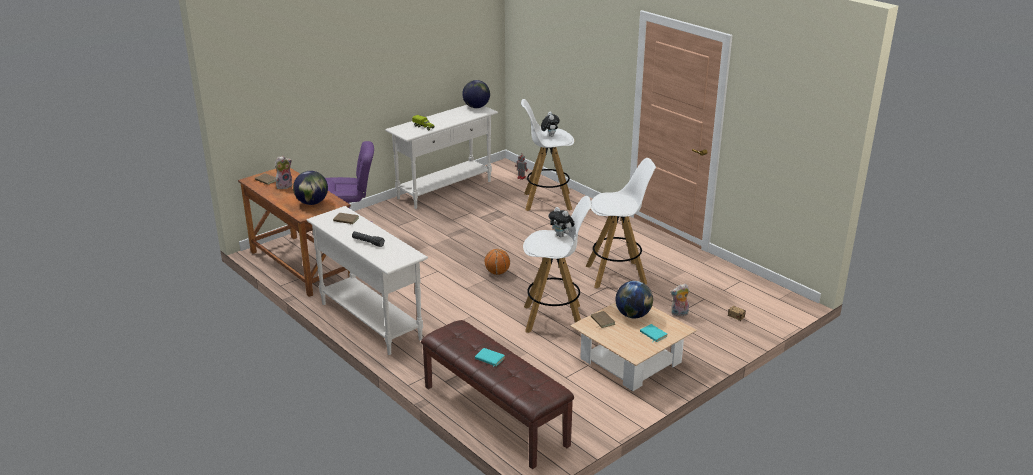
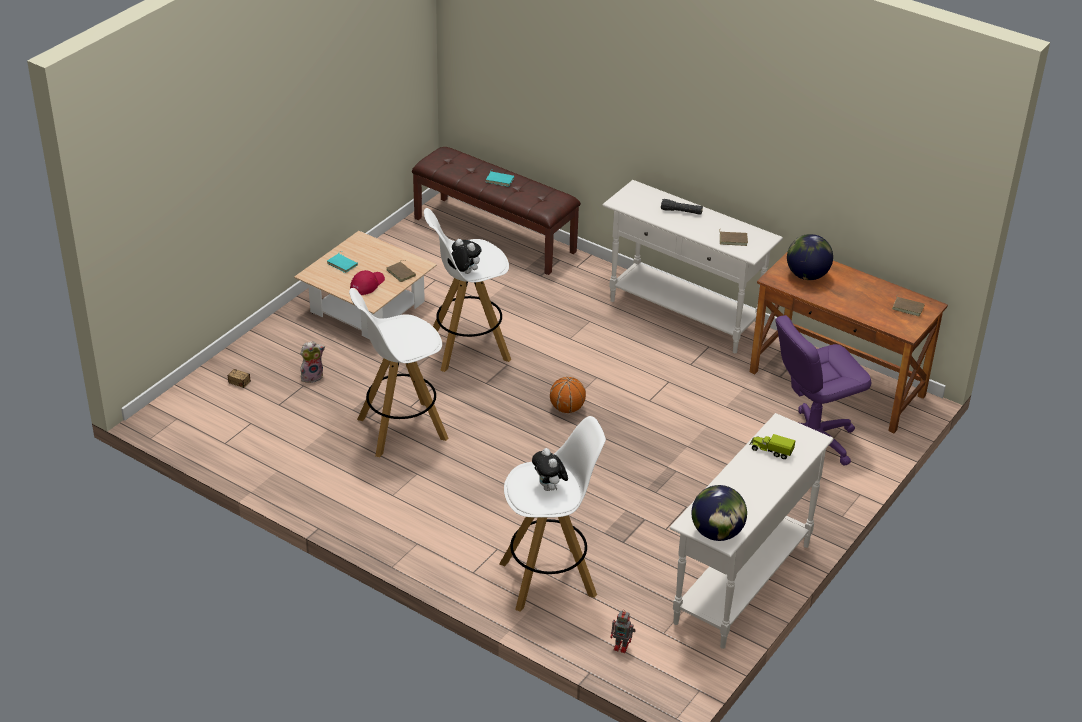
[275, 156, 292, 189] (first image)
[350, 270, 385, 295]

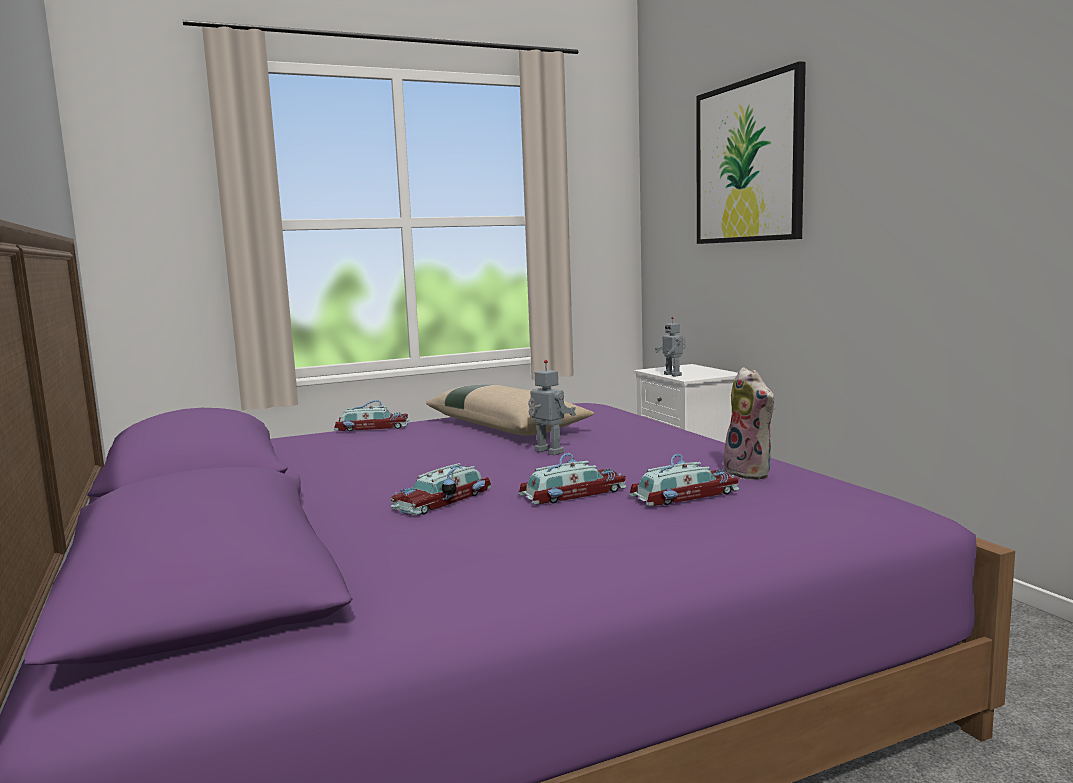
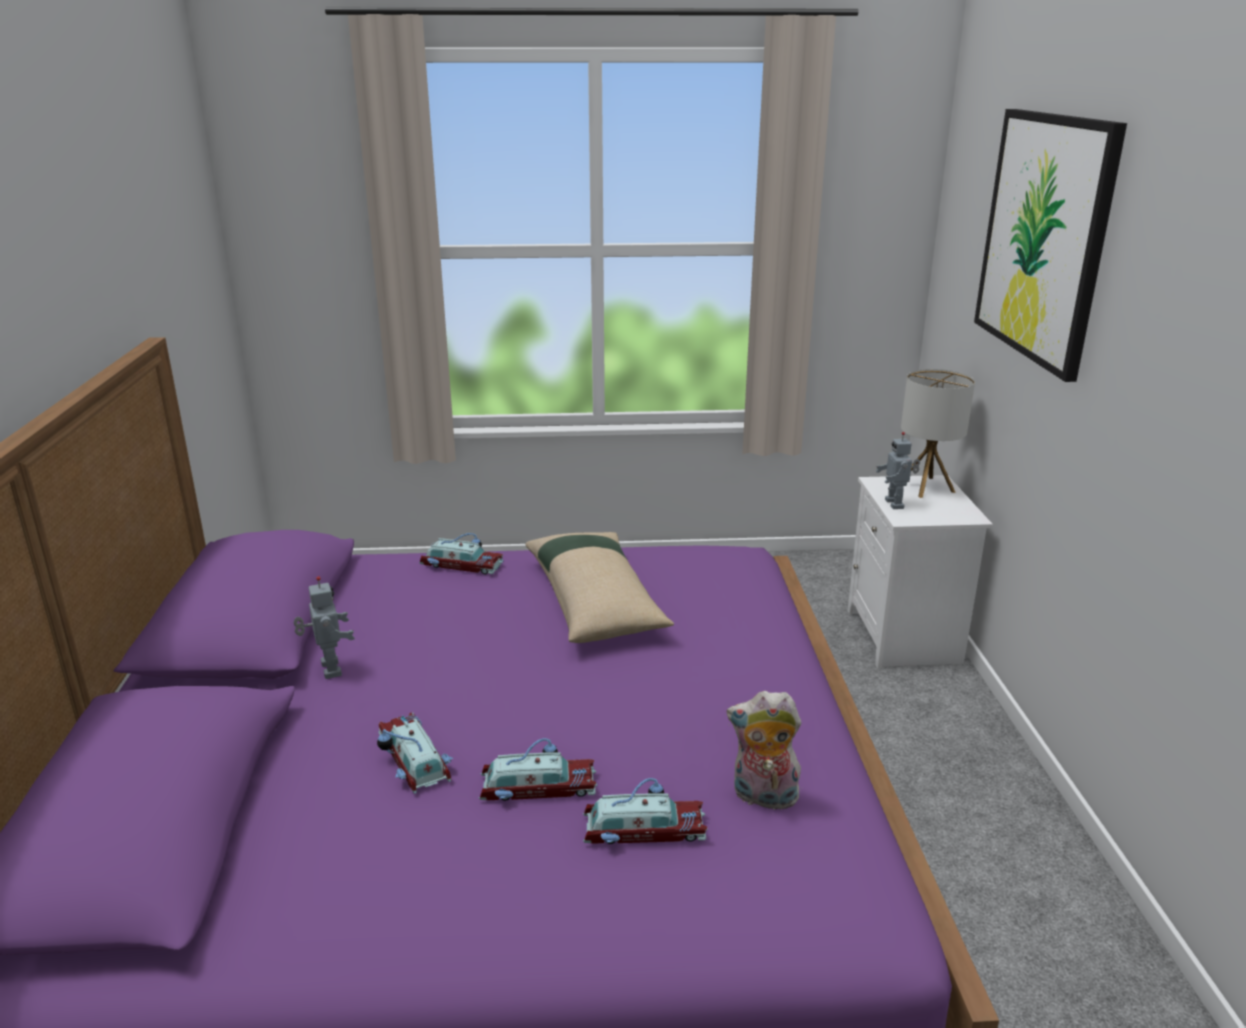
[377, 712, 453, 794]
[294, 576, 355, 679]
[727, 691, 804, 810]
[901, 369, 975, 498]

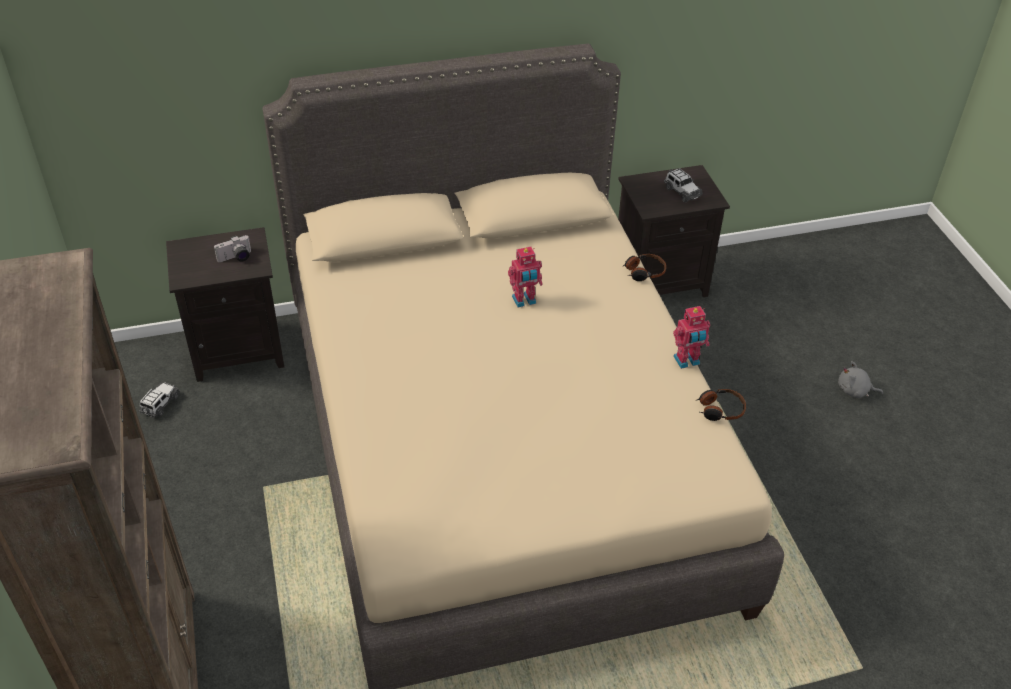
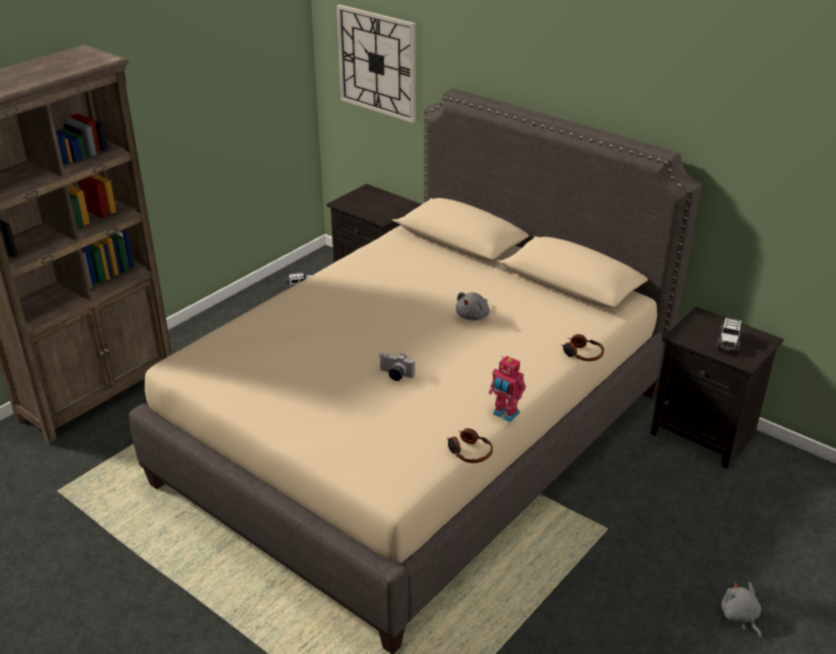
[380, 352, 415, 381]
[456, 292, 490, 320]
[337, 4, 416, 123]

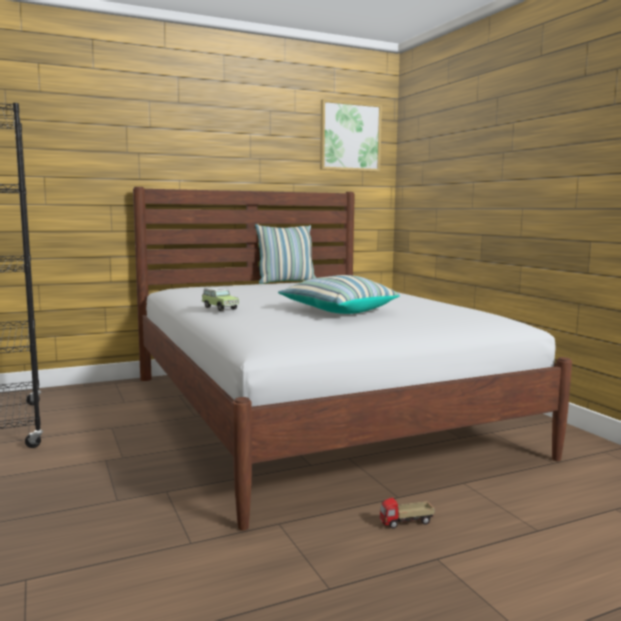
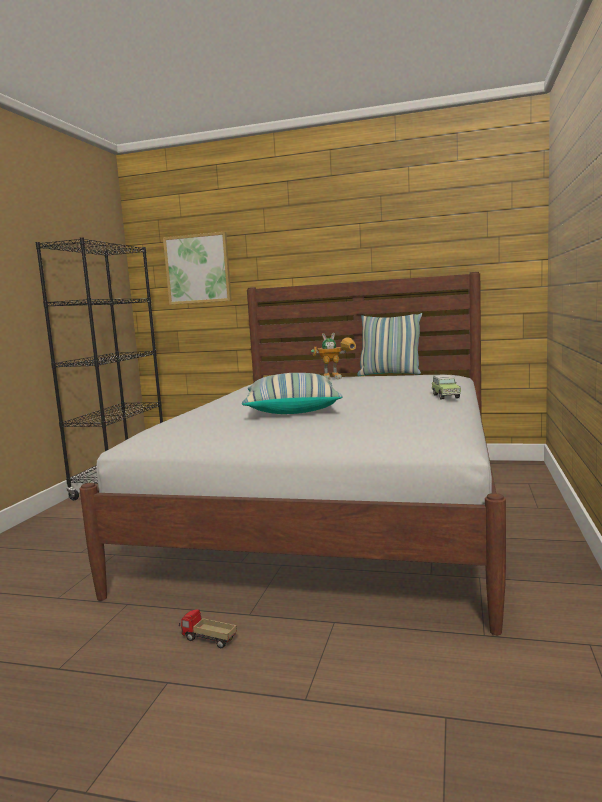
[432, 375, 461, 399]
[163, 232, 232, 305]
[311, 333, 356, 380]

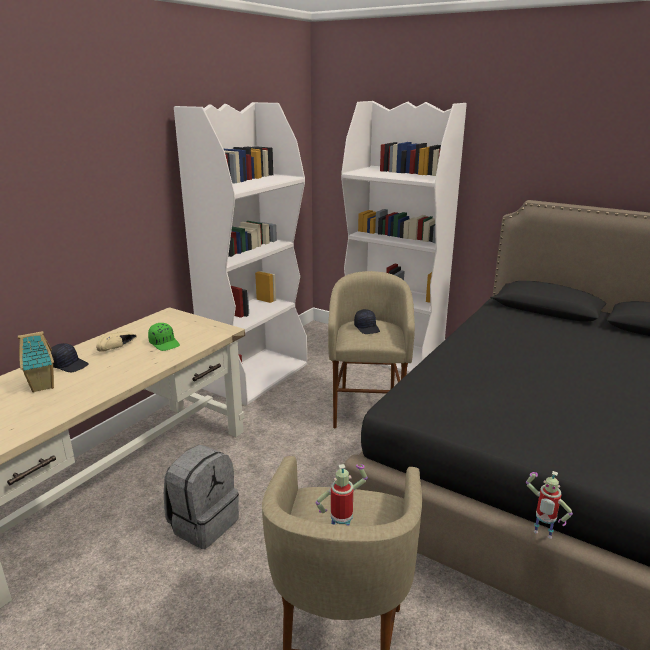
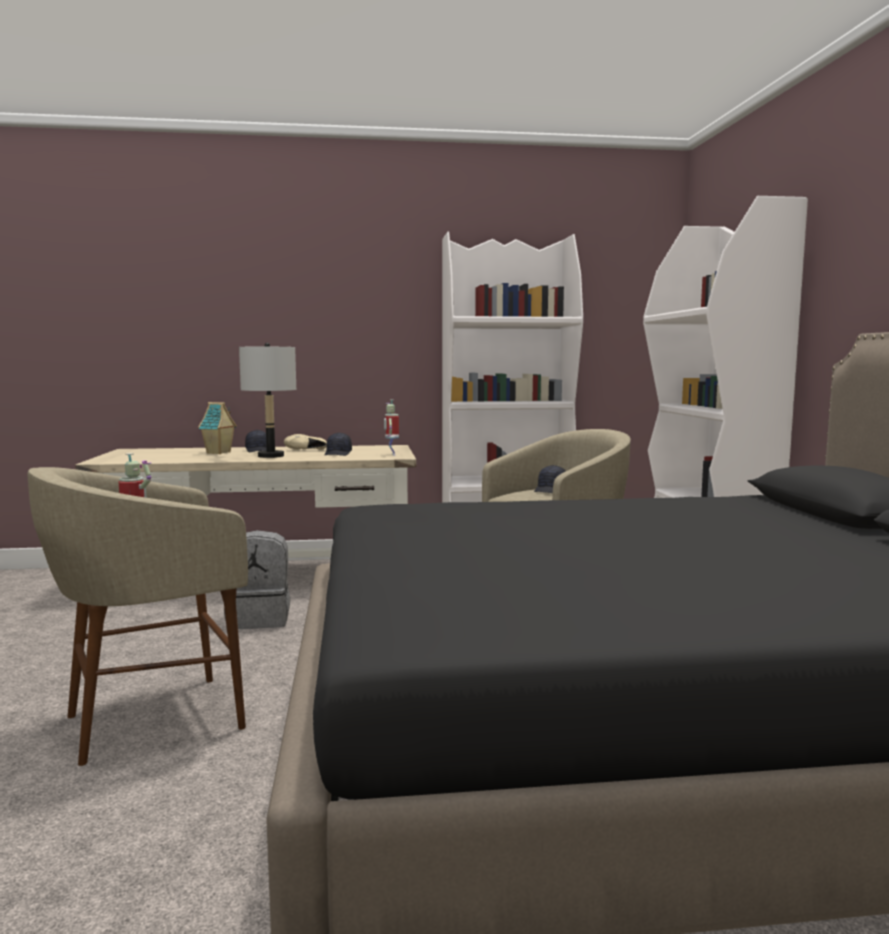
[325, 432, 352, 456]
[384, 399, 399, 456]
[239, 343, 296, 458]

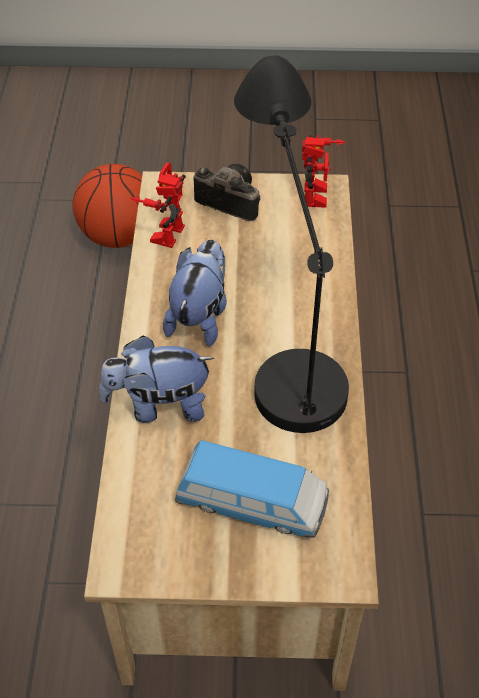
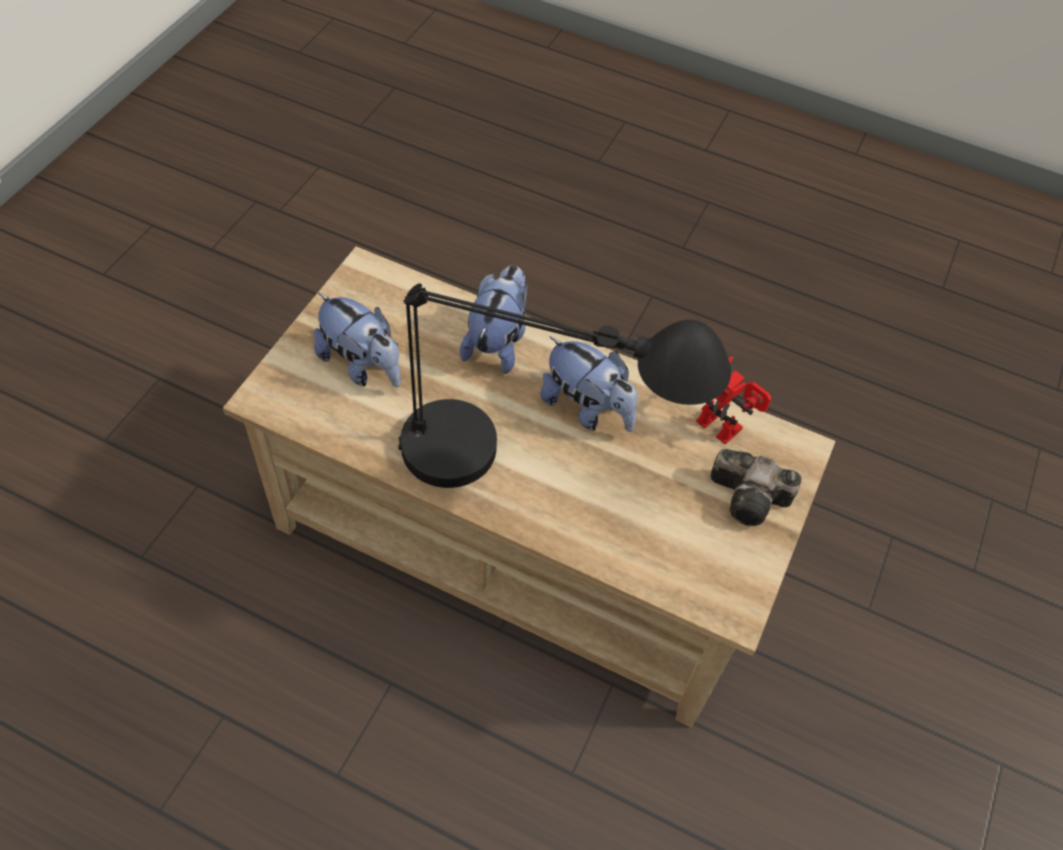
[73, 164, 142, 248] (first image)
[314, 292, 401, 387]
[711, 449, 802, 526]
[302, 135, 346, 208] (first image)

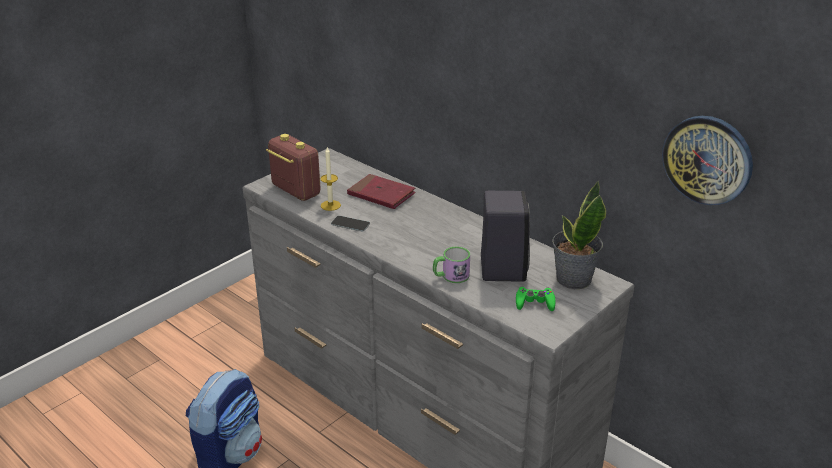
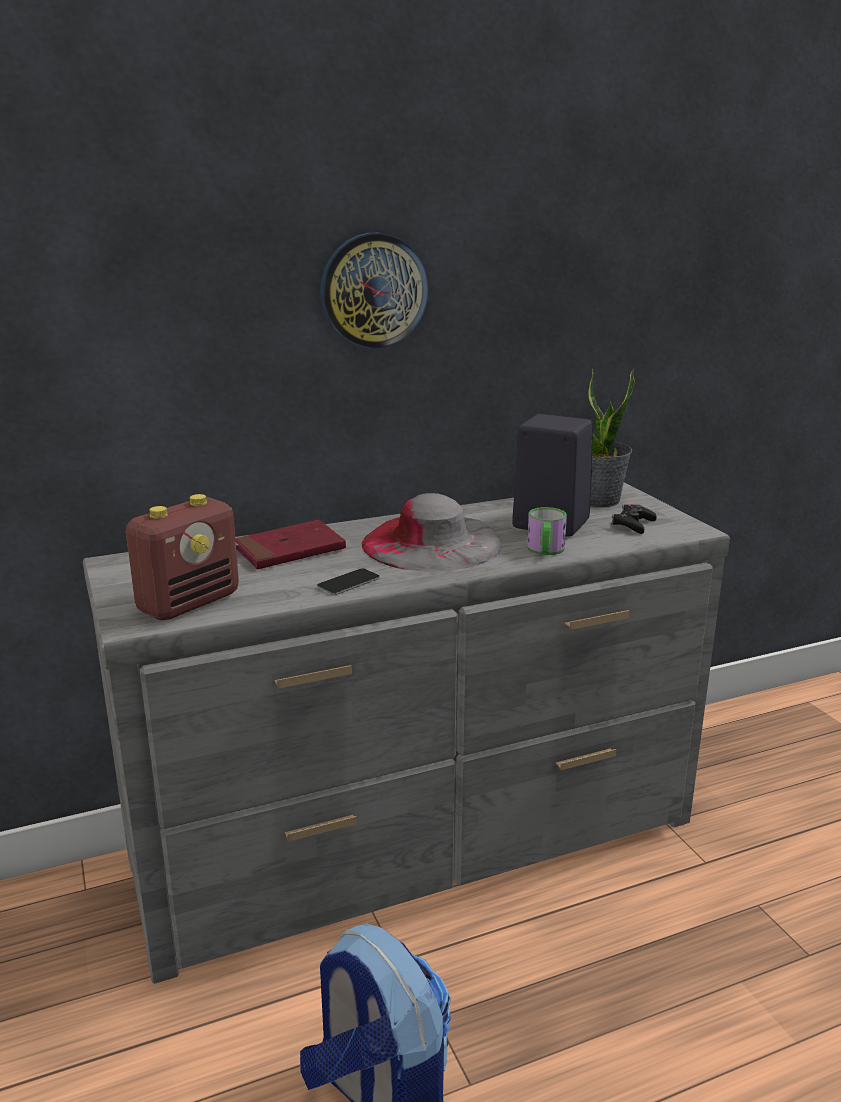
[126, 494, 239, 620]
[320, 147, 341, 211] (first image)
[611, 504, 657, 534]
[320, 233, 429, 349]
[361, 493, 502, 571]

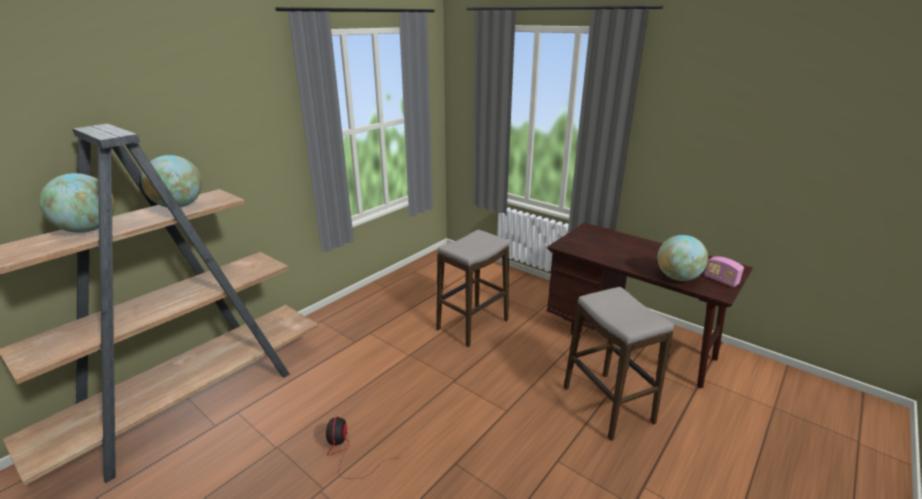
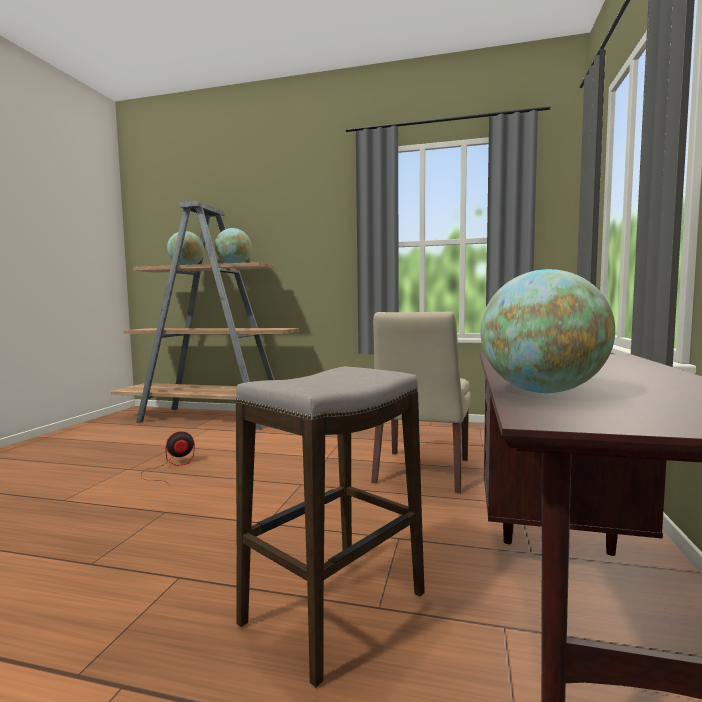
[371, 312, 471, 493]
[704, 256, 744, 287] (first image)

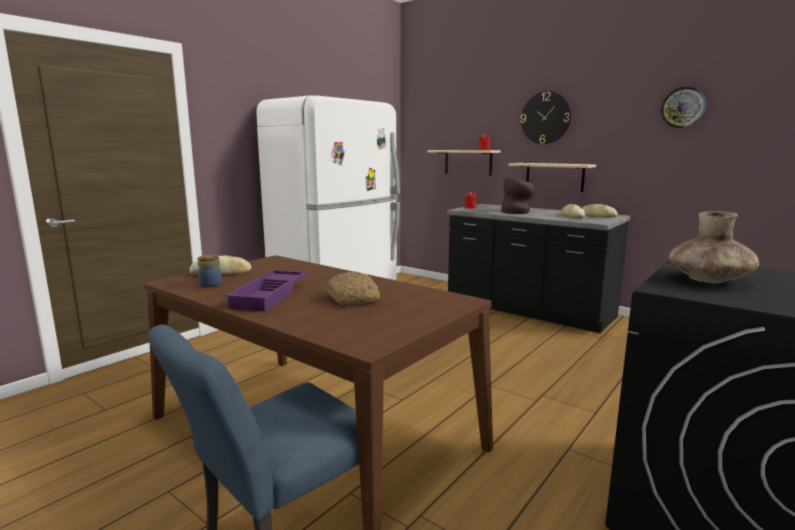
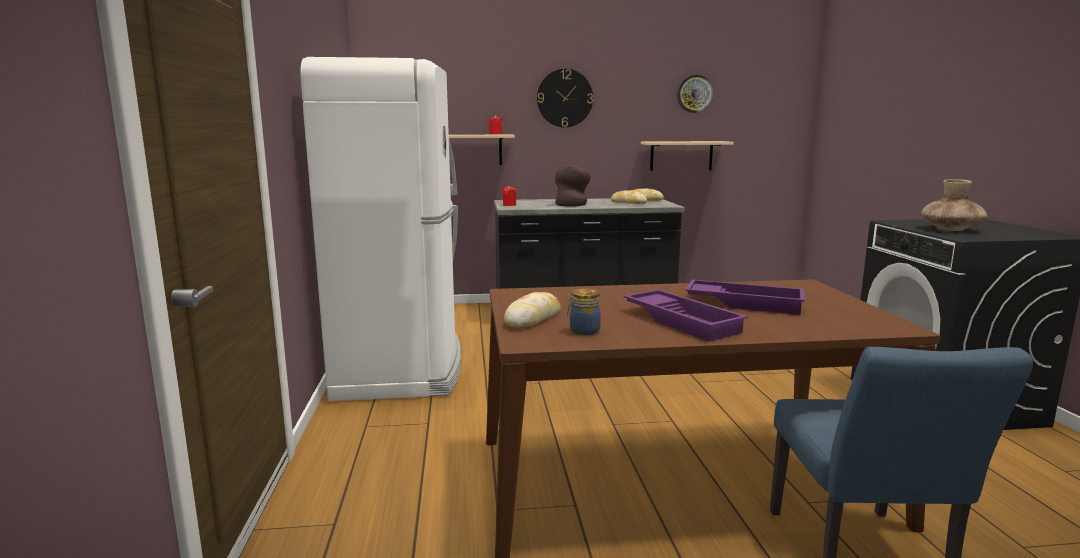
[685, 279, 805, 315]
[641, 141, 734, 171]

